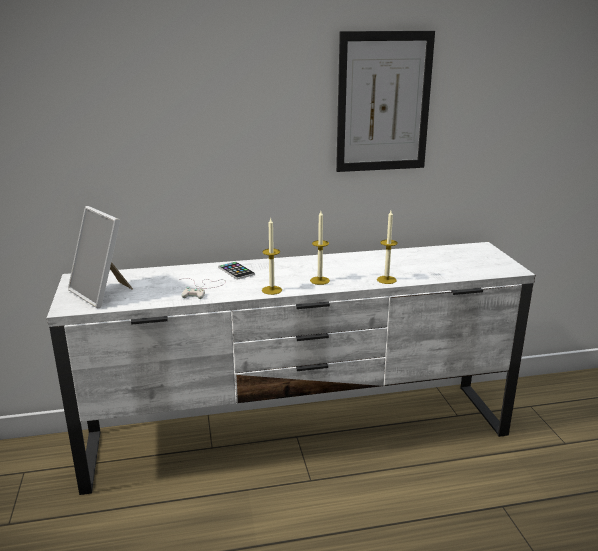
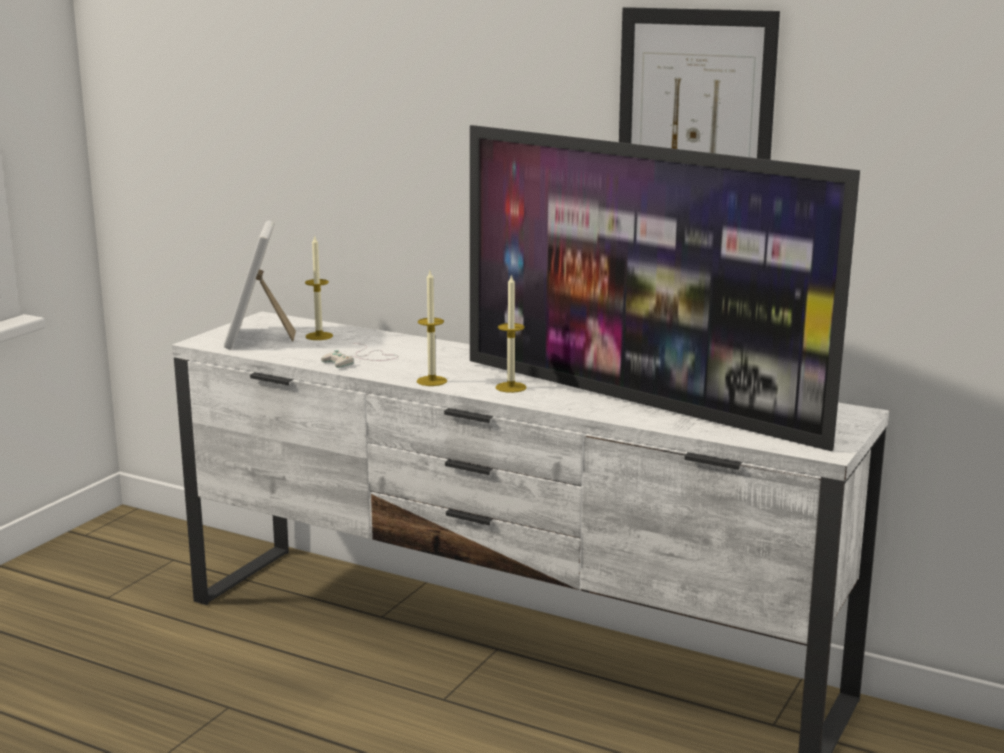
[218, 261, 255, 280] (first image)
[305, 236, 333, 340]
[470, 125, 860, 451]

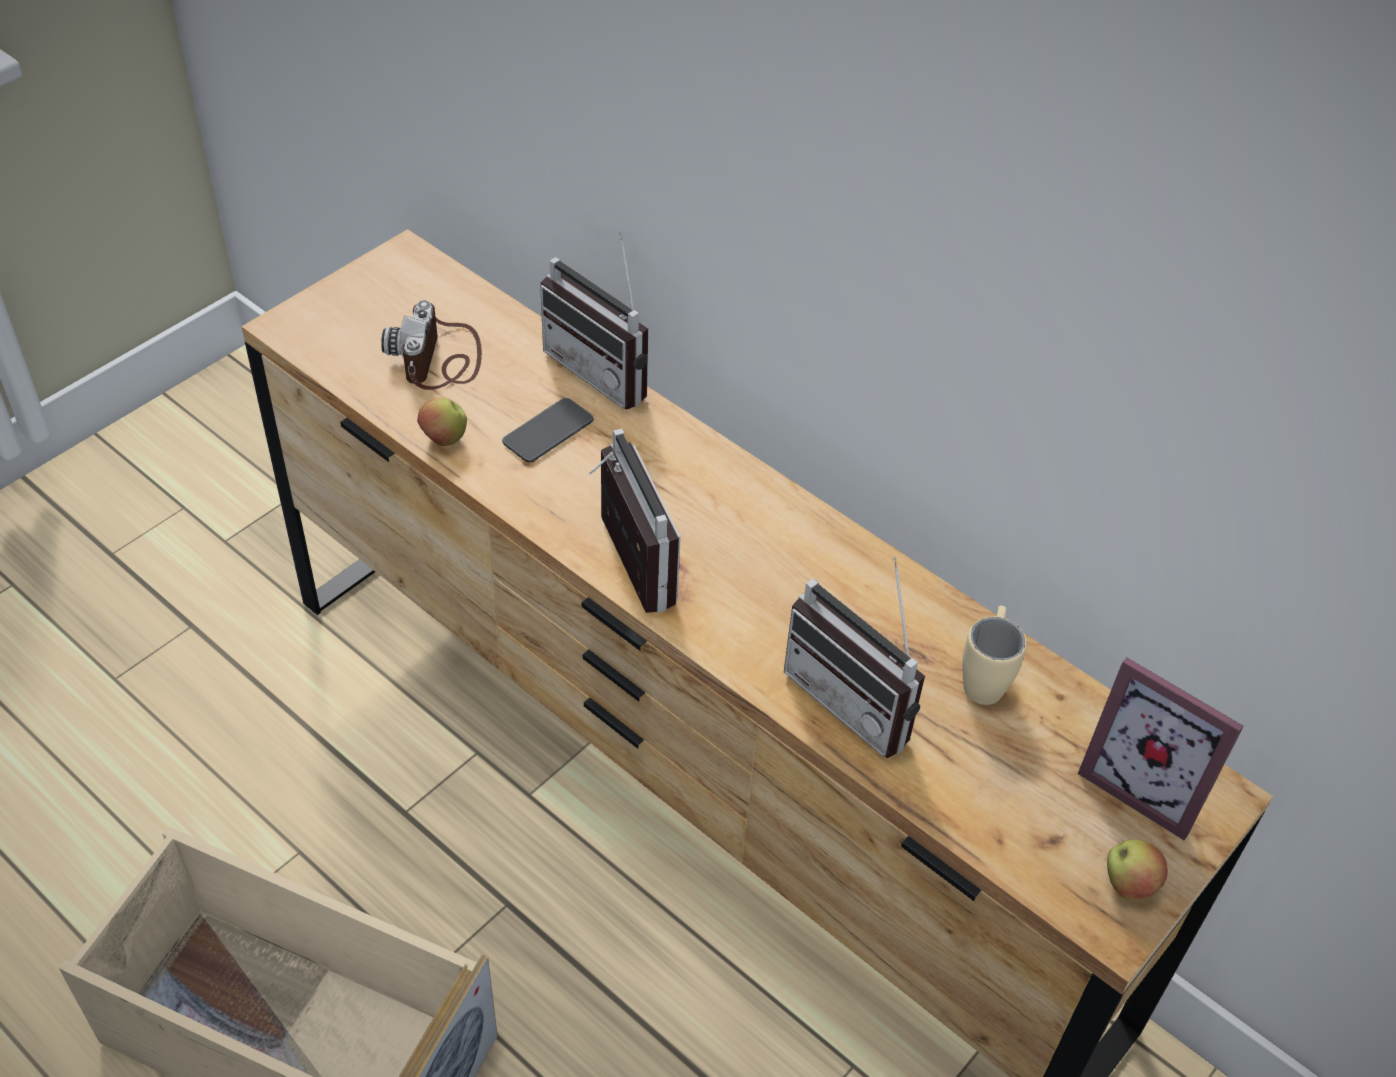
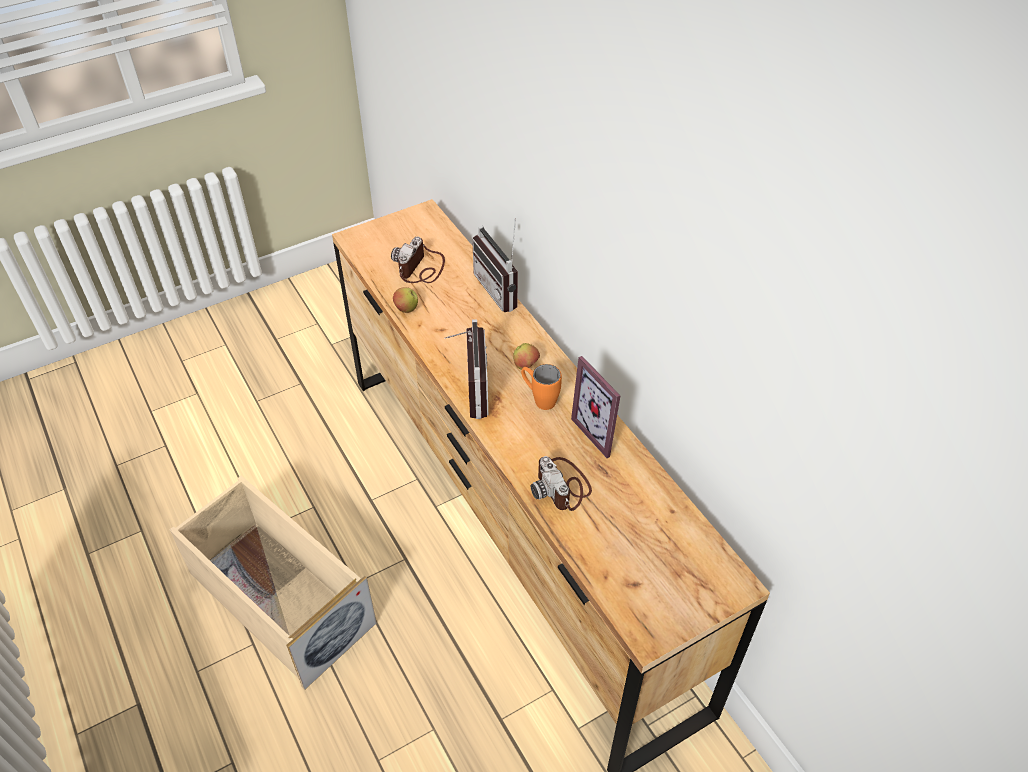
[502, 398, 594, 463] (first image)
[531, 456, 592, 511]
[962, 606, 1027, 705] (first image)
[571, 356, 620, 458]
[513, 343, 540, 370]
[521, 364, 562, 410]

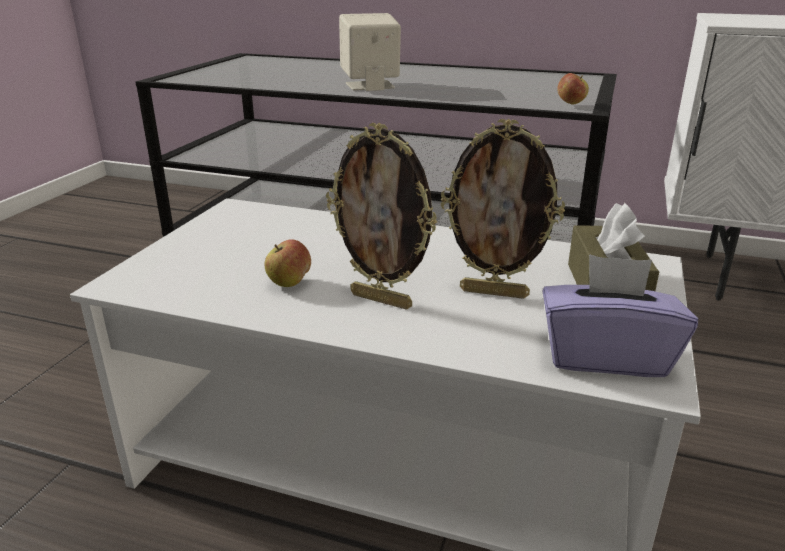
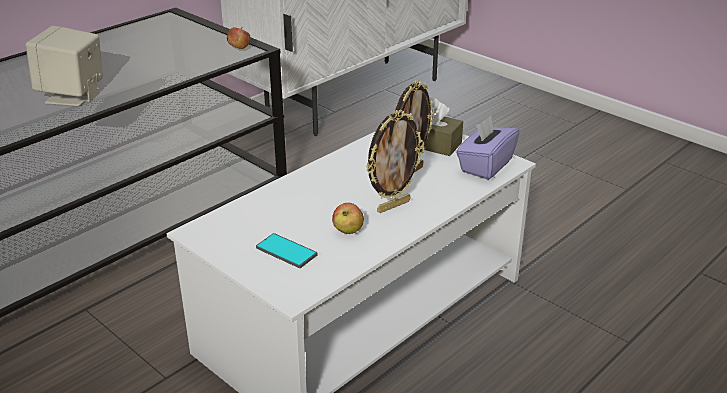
[256, 233, 318, 268]

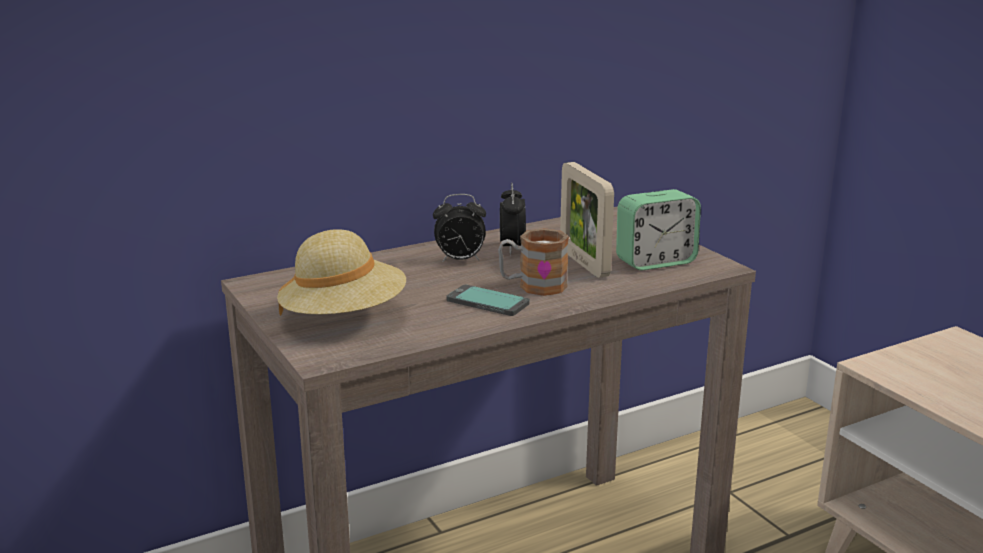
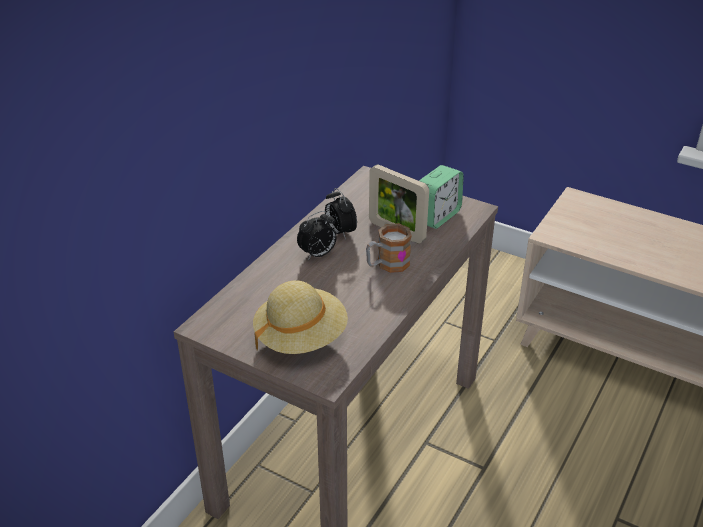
[447, 285, 530, 316] (first image)

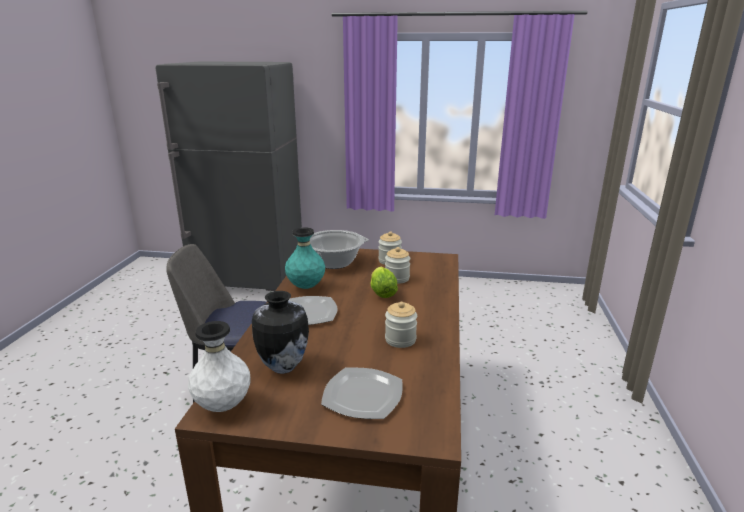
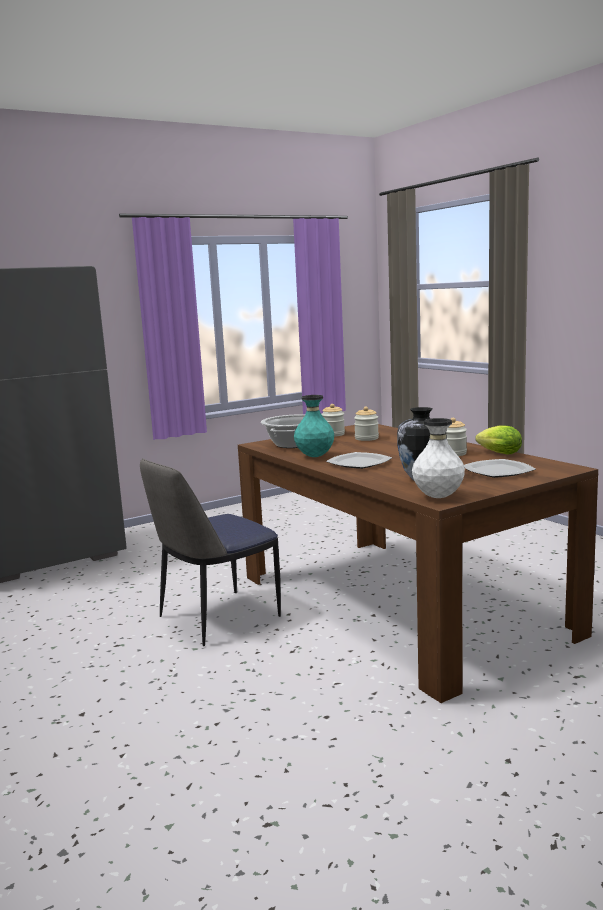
[475, 425, 522, 454]

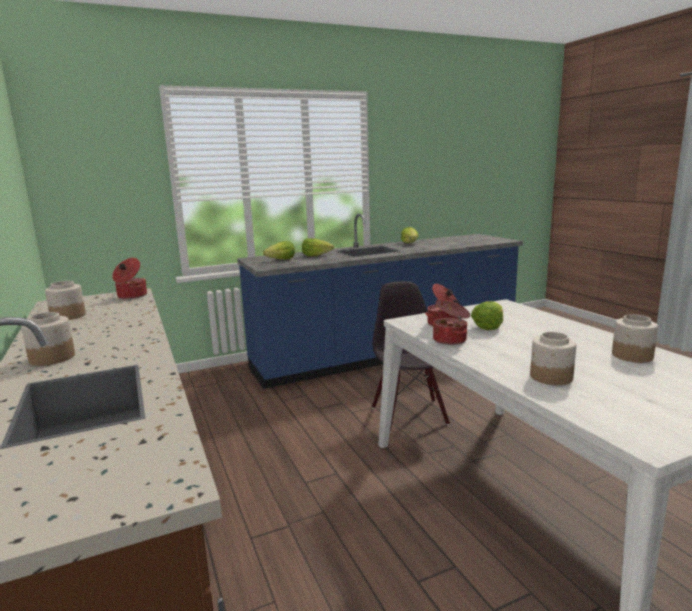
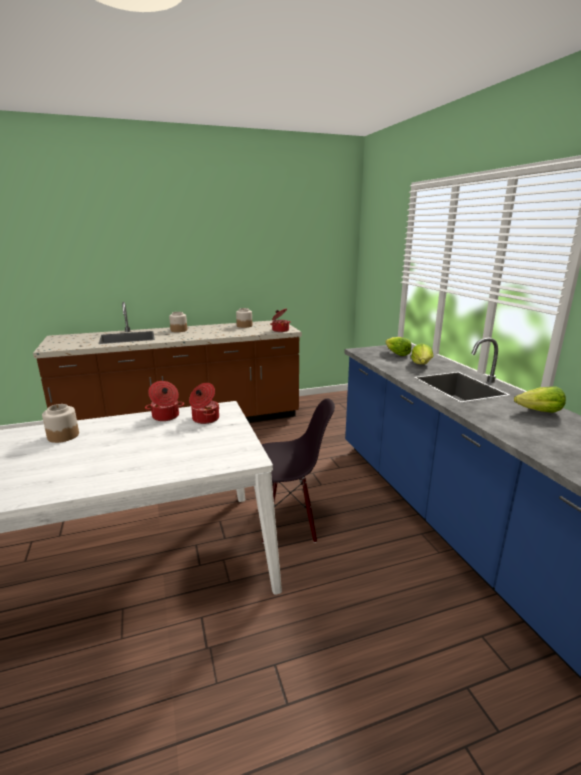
[471, 301, 503, 330] (first image)
[612, 314, 658, 363] (first image)

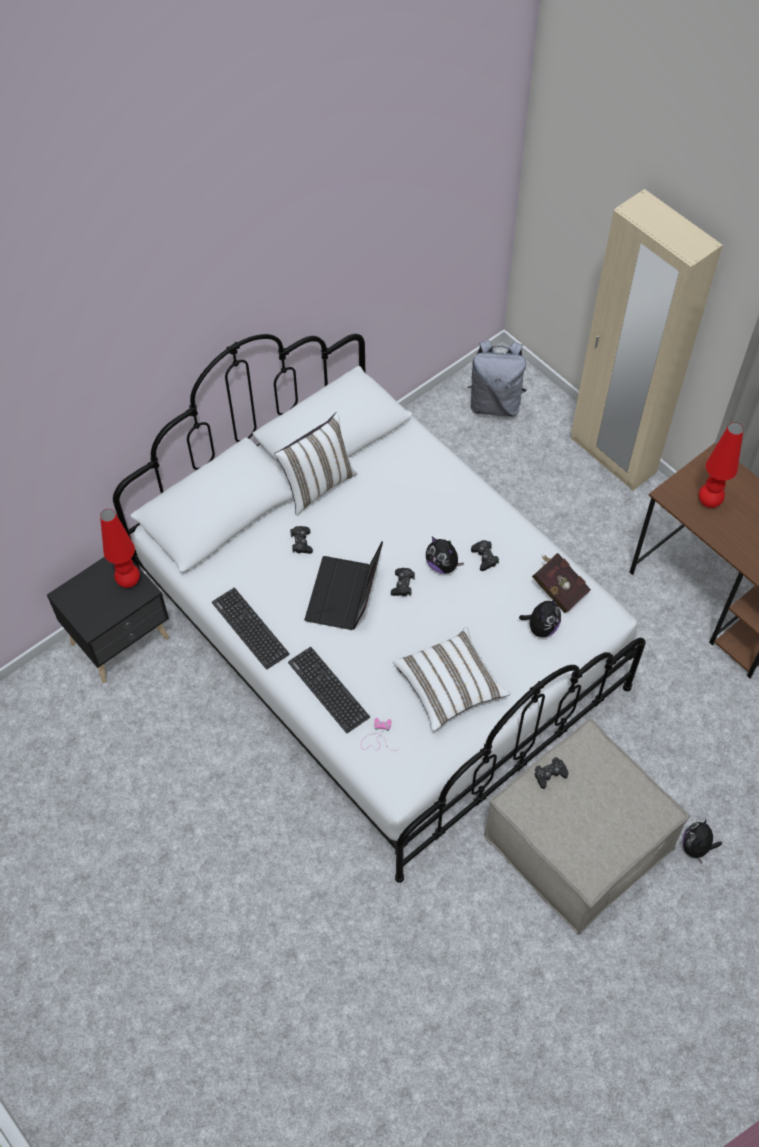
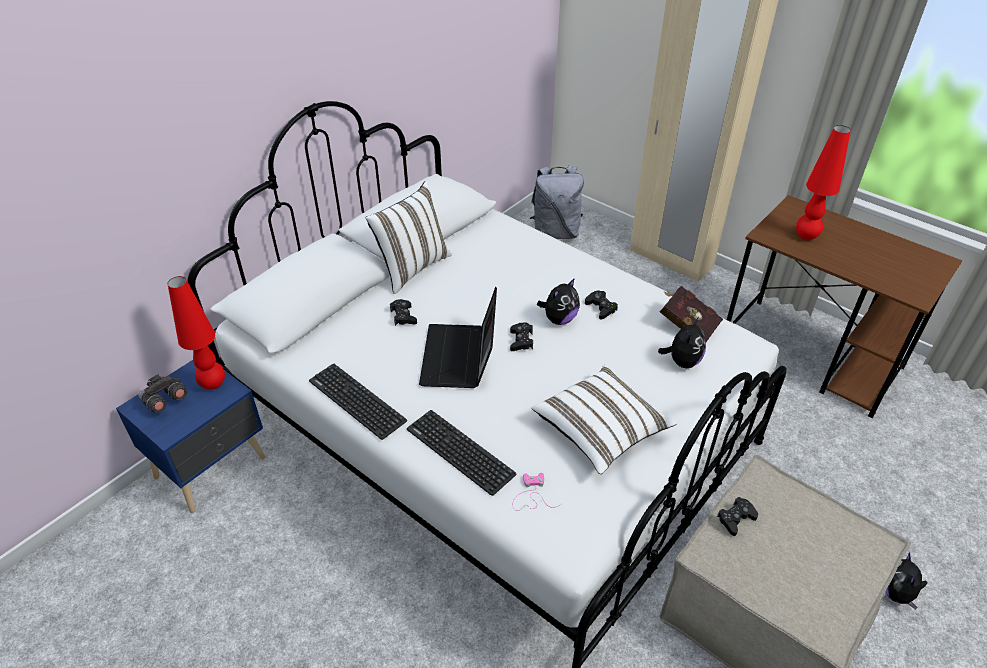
[116, 360, 265, 513]
[537, 278, 580, 325]
[138, 374, 187, 413]

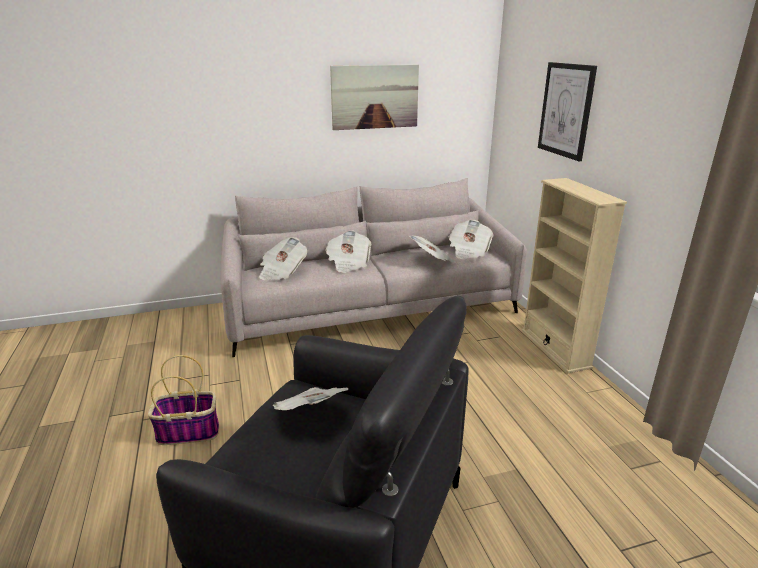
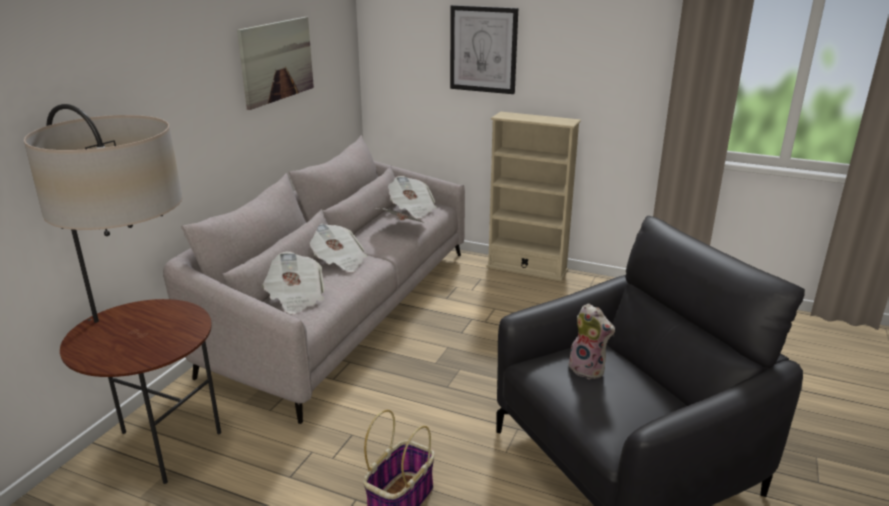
[568, 303, 615, 380]
[24, 104, 221, 484]

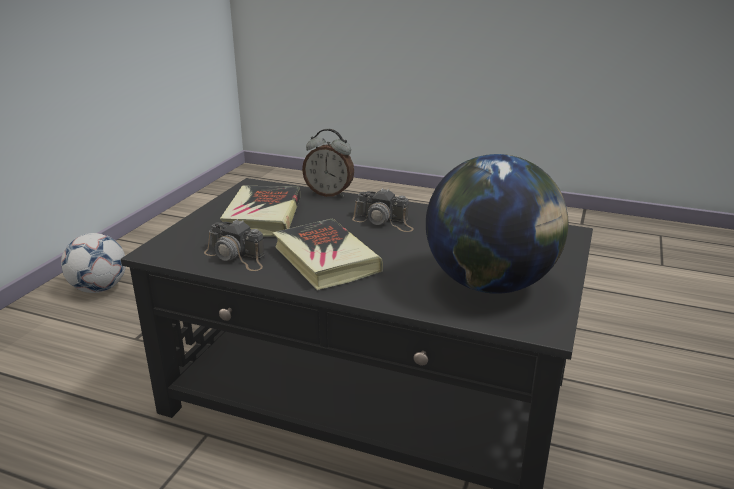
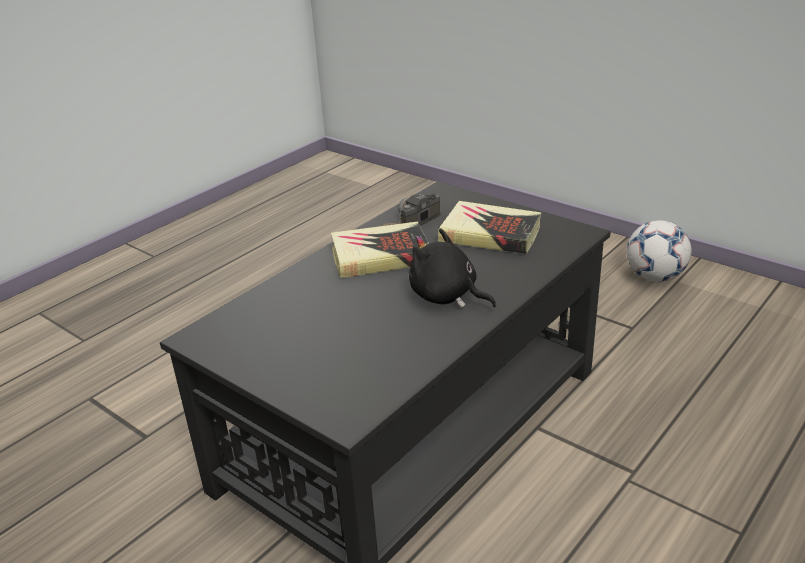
[302, 129, 354, 197] (first image)
[409, 228, 496, 308]
[426, 154, 568, 294] (first image)

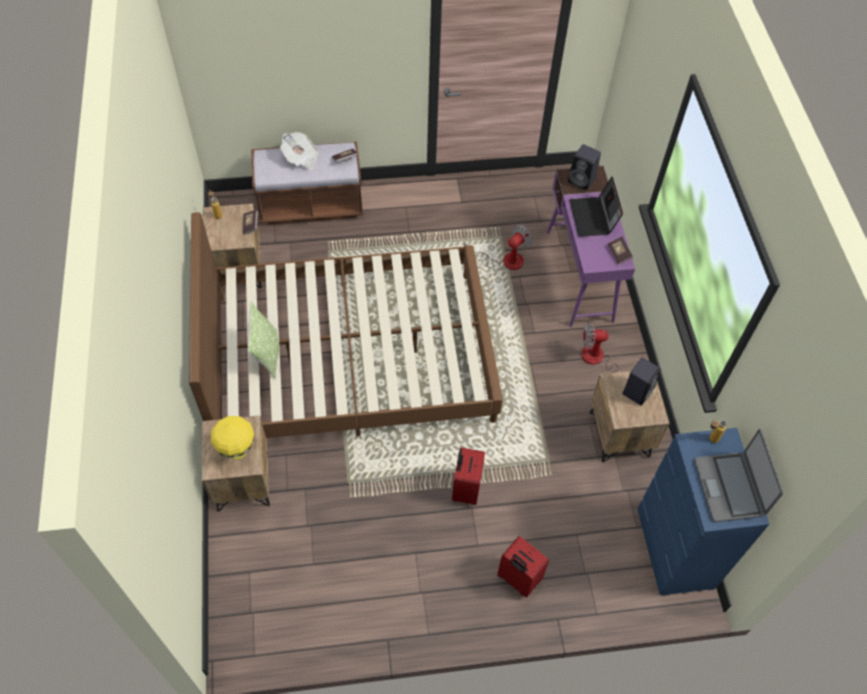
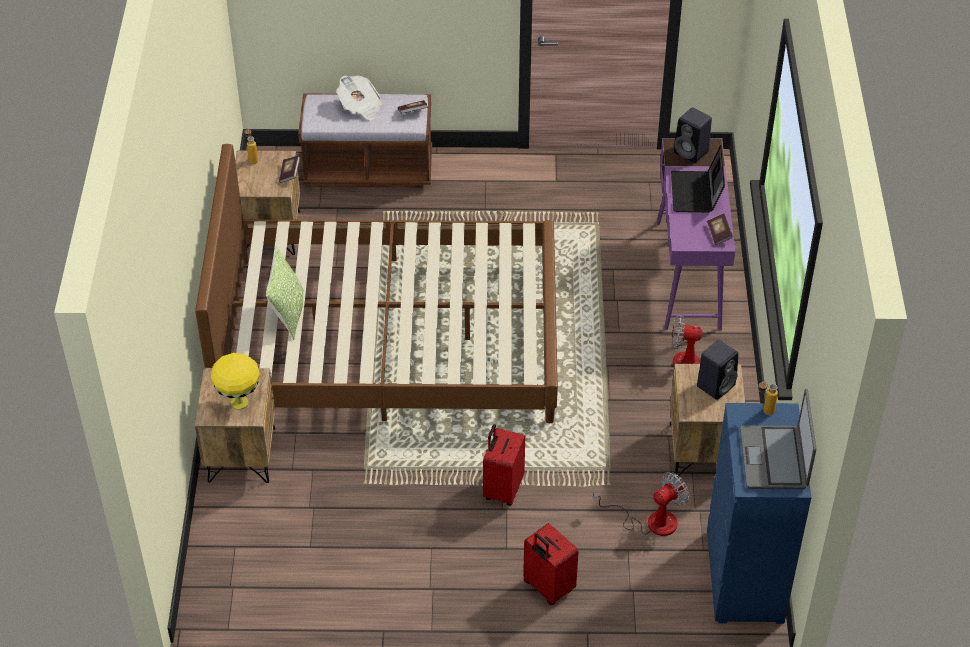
[593, 472, 689, 536]

